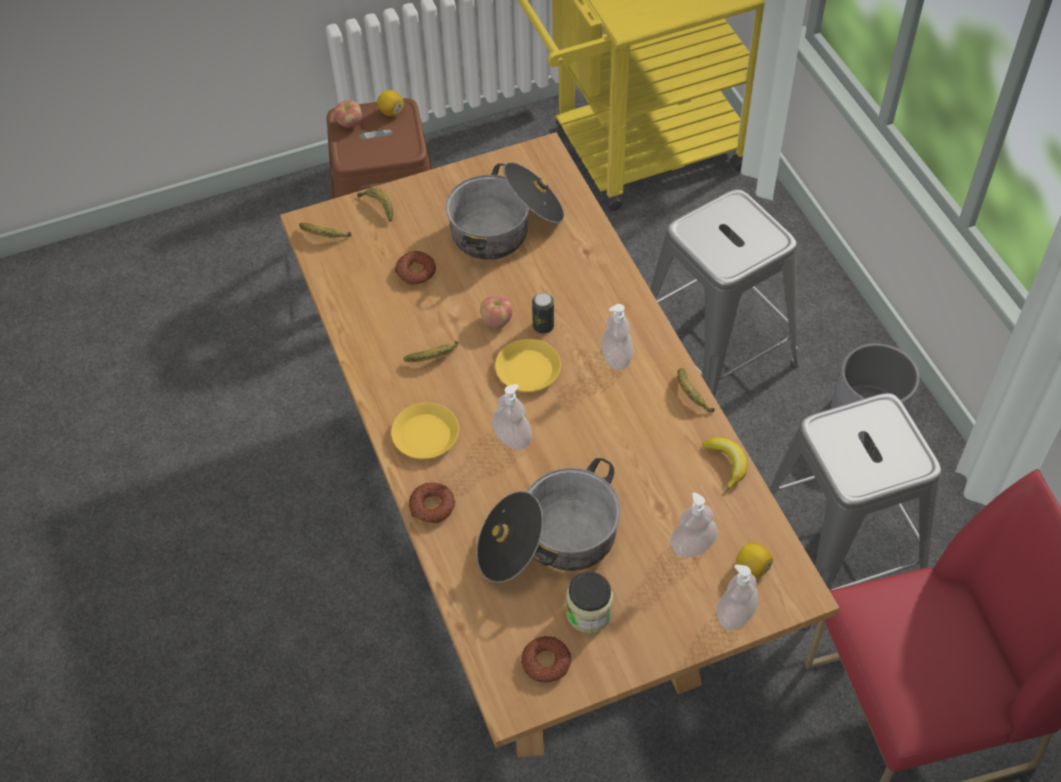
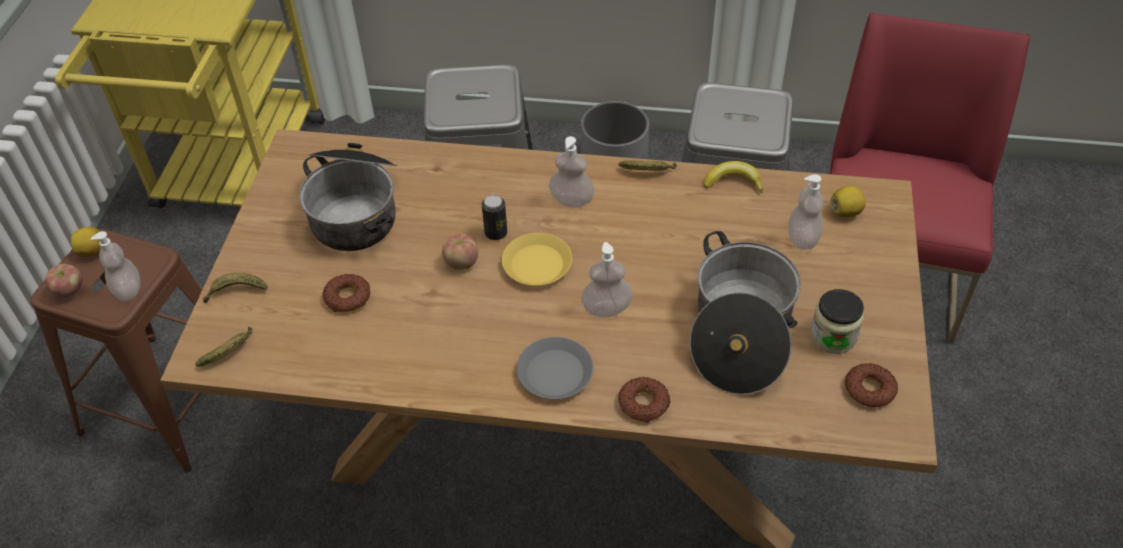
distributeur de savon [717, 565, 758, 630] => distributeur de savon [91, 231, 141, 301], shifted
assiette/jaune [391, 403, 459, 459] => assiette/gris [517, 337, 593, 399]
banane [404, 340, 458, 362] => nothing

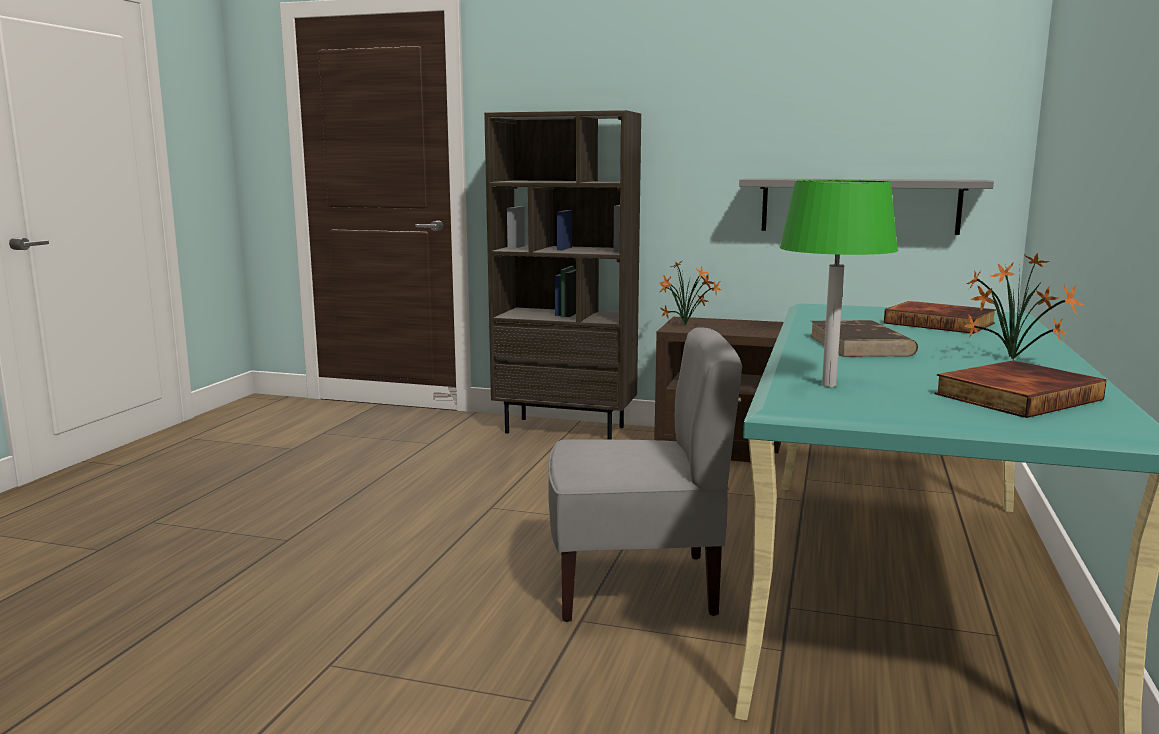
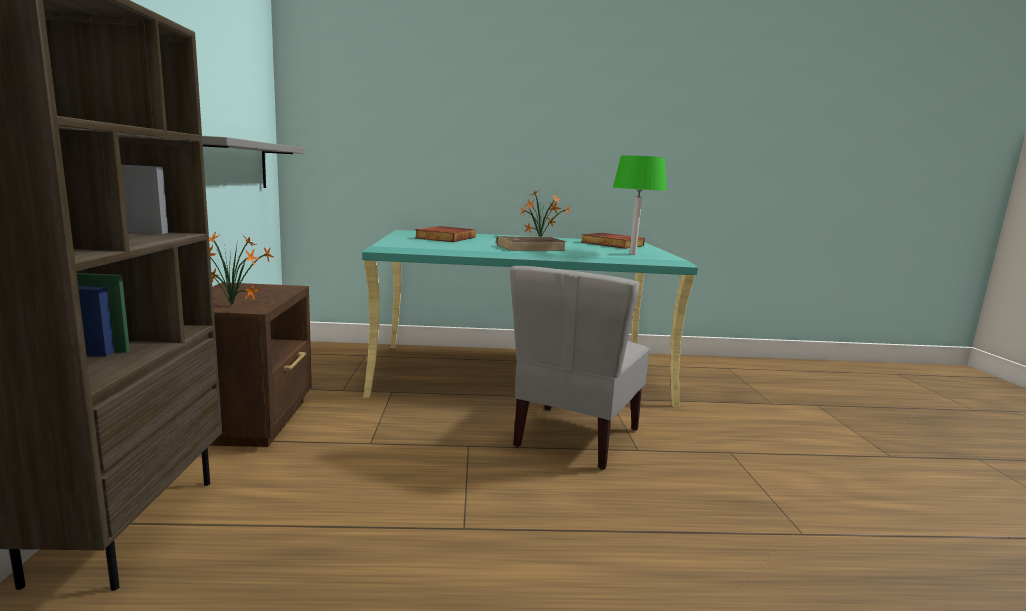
chaise/gris [548, 327, 742, 622] => chaise/gris [510, 266, 650, 470], 135 degrees counterclockwise

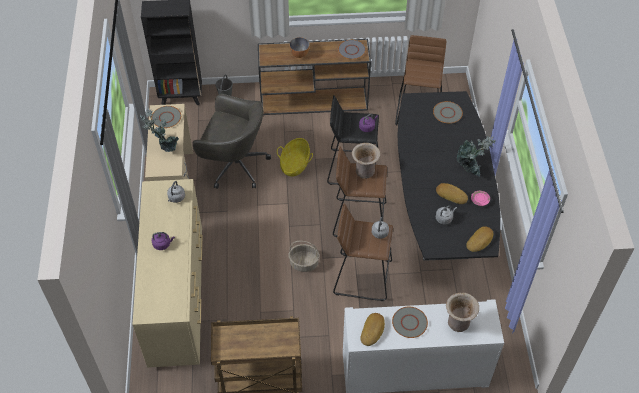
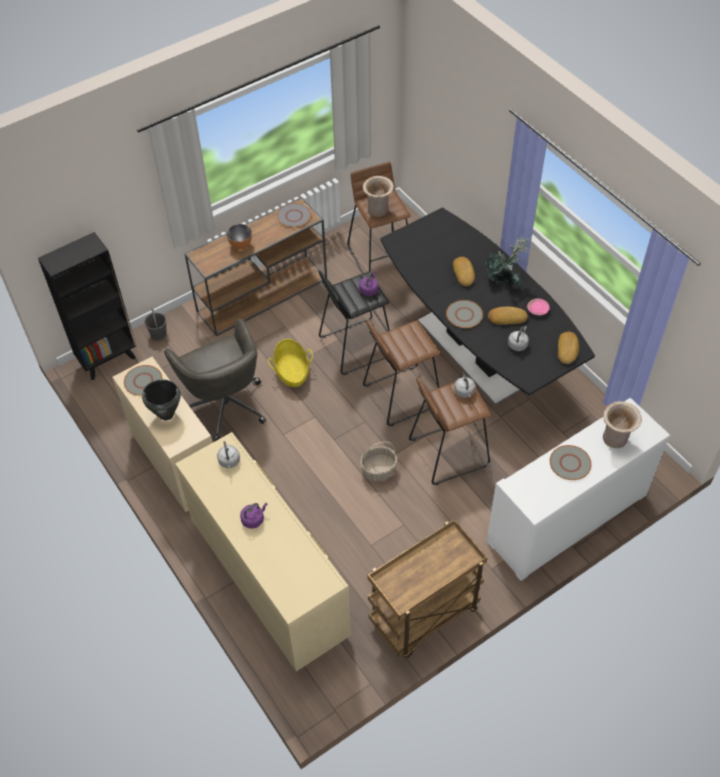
plante en pot [140, 108, 179, 152] => marmite/noir [142, 380, 181, 420]
chaise de bureau/gris [193, 94, 271, 189] => chaise de bureau/gris [164, 319, 266, 441], 75 degrees clockwise
vase/beige [352, 143, 380, 179] => vase/beige [363, 176, 394, 217], shifted
assiette/gris [433, 101, 463, 123] => assiette/gris [446, 300, 483, 328], shifted
pain [360, 313, 385, 346] => pain [453, 257, 475, 286], shifted

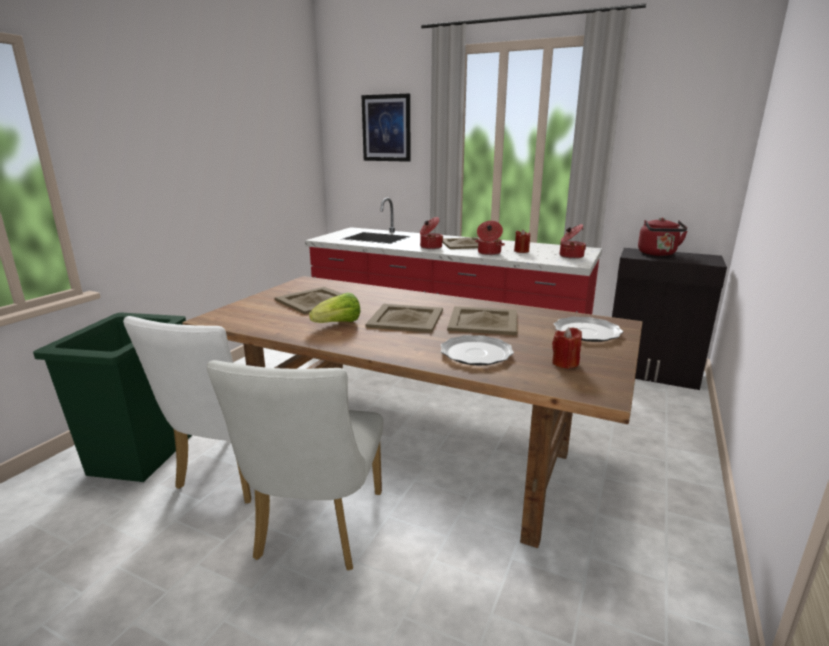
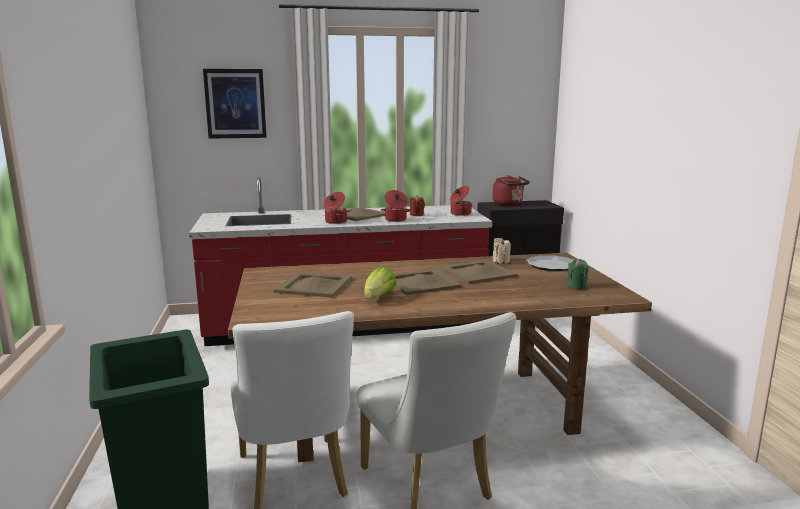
nothing => bougie/beige [493, 238, 511, 264]
bougie/rouge [552, 327, 582, 369] => bougie/vert [567, 259, 589, 289]
assiette [441, 335, 514, 366] => nothing

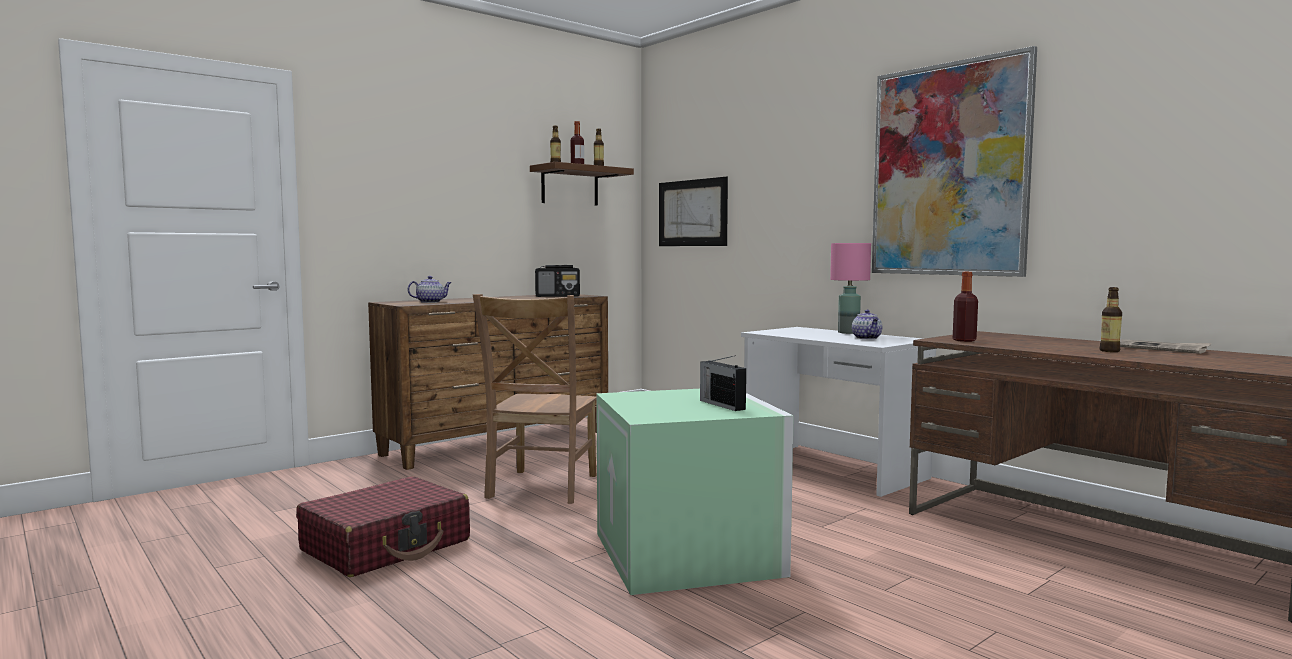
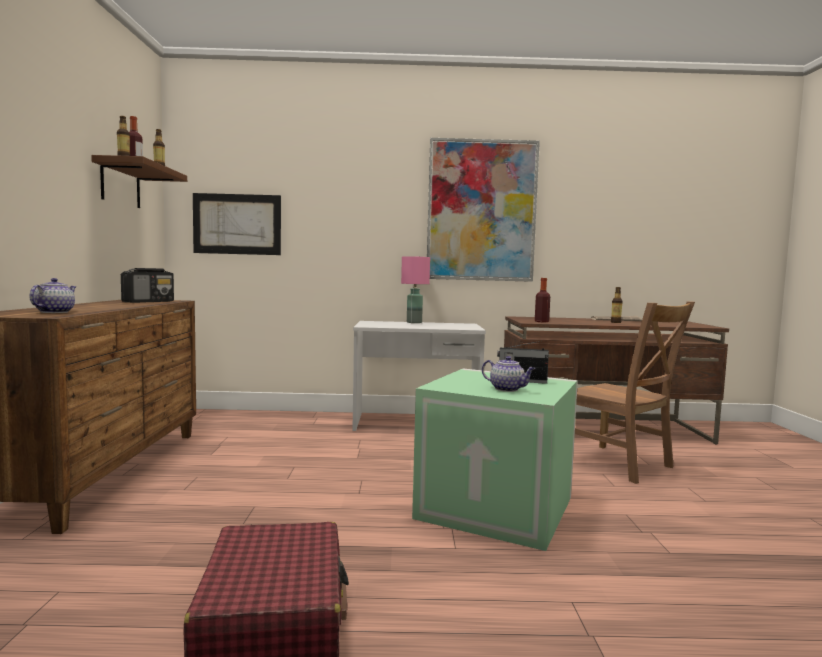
théière [852, 310, 882, 339] => théière [482, 356, 535, 392], shifted
chaise/marron [473, 294, 596, 504] => chaise/marron [575, 301, 695, 484], shifted

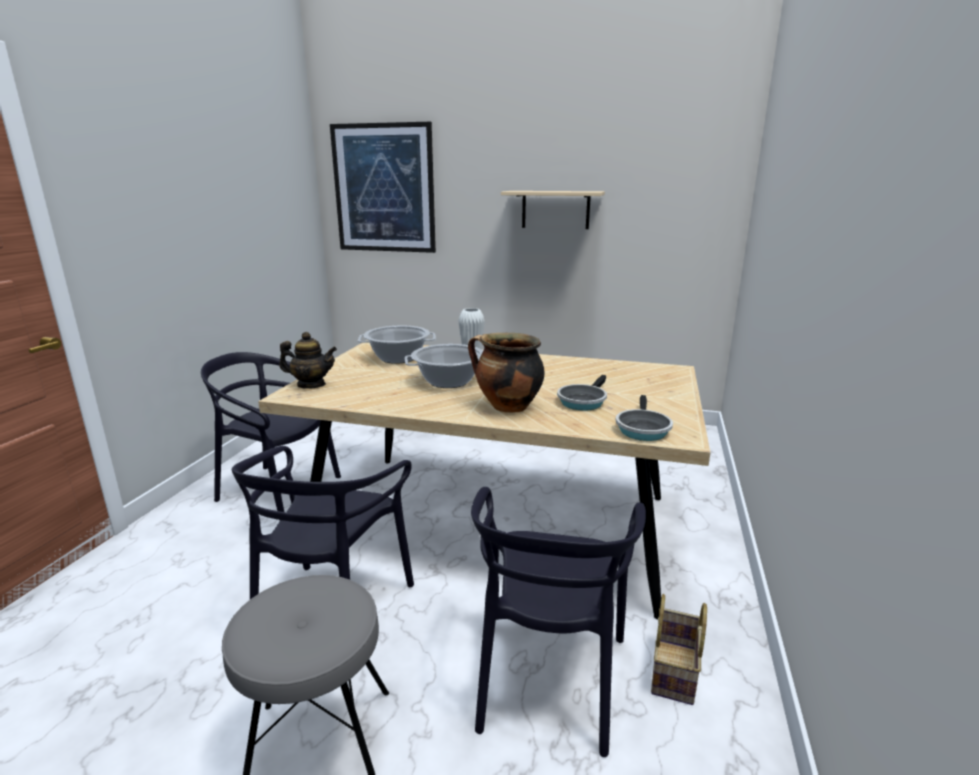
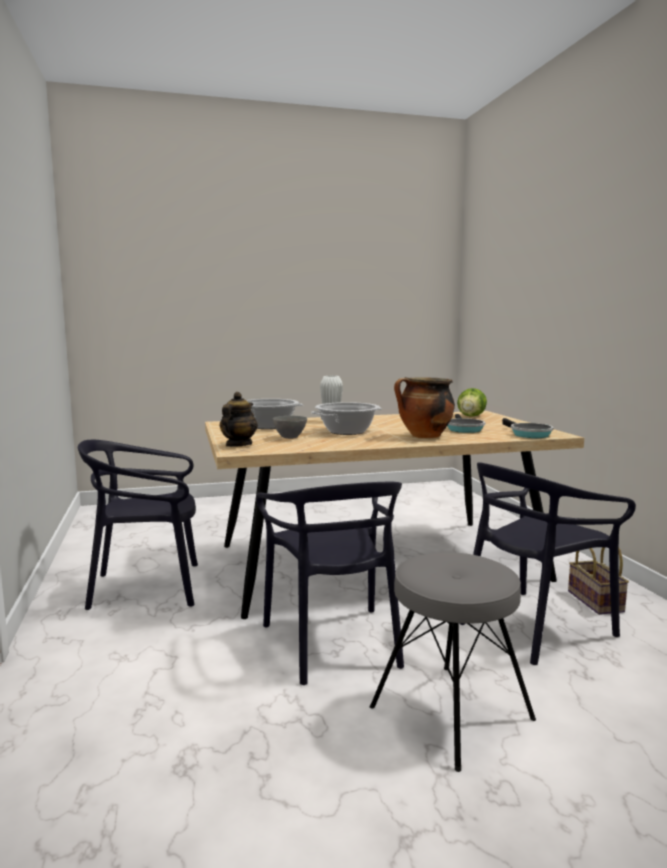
théière [279, 332, 337, 389] => théière [220, 392, 258, 447], 45 degrees counterclockwise
nothing => bol/gris [272, 416, 307, 439]
nothing => laitue [457, 388, 487, 417]
chaise/noir [471, 487, 646, 757] => chaise/noir [459, 462, 636, 665], 75 degrees clockwise
tableau [330, 122, 436, 253] => nothing
étagère/beige [501, 191, 605, 229] => nothing

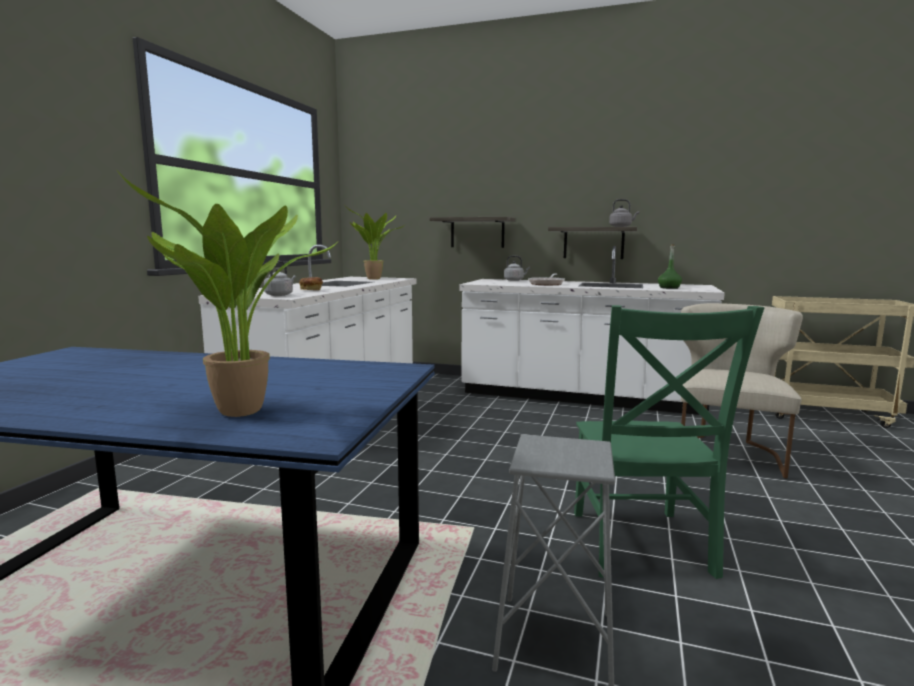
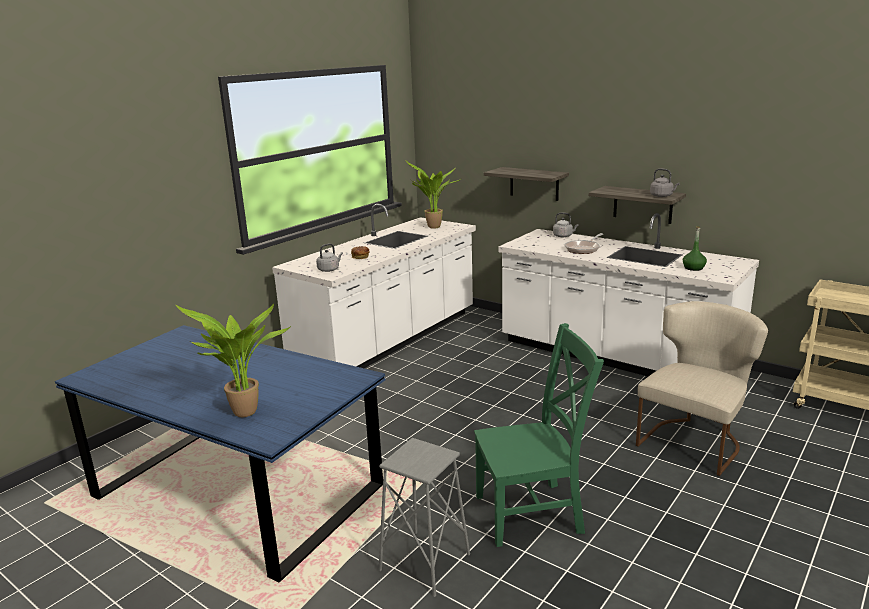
chaise/vert [574, 305, 765, 579] => chaise/vert [474, 323, 604, 547], 120 degrees counterclockwise

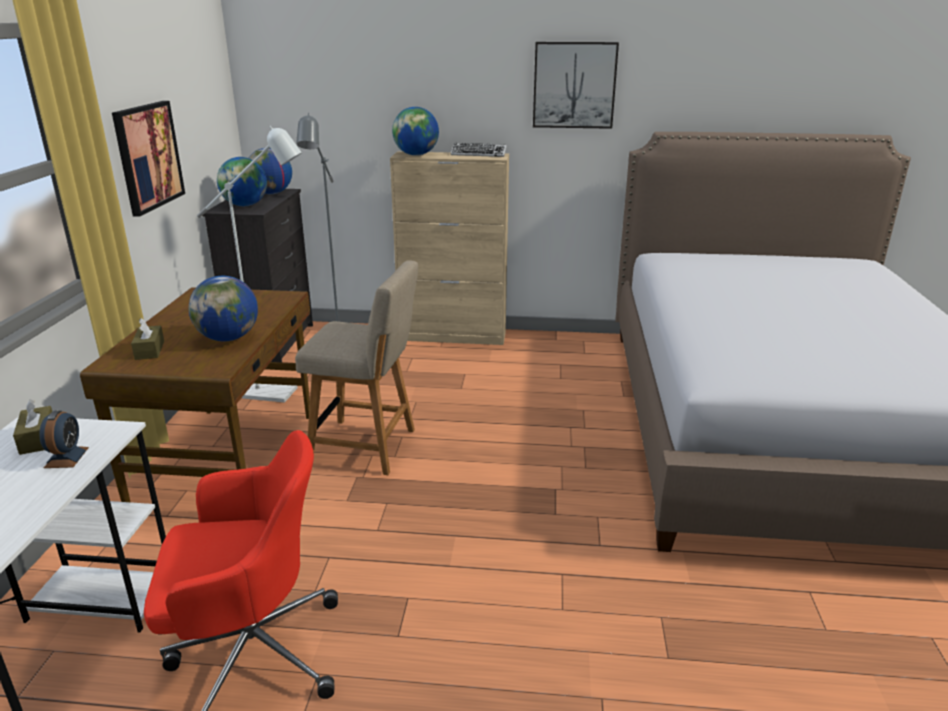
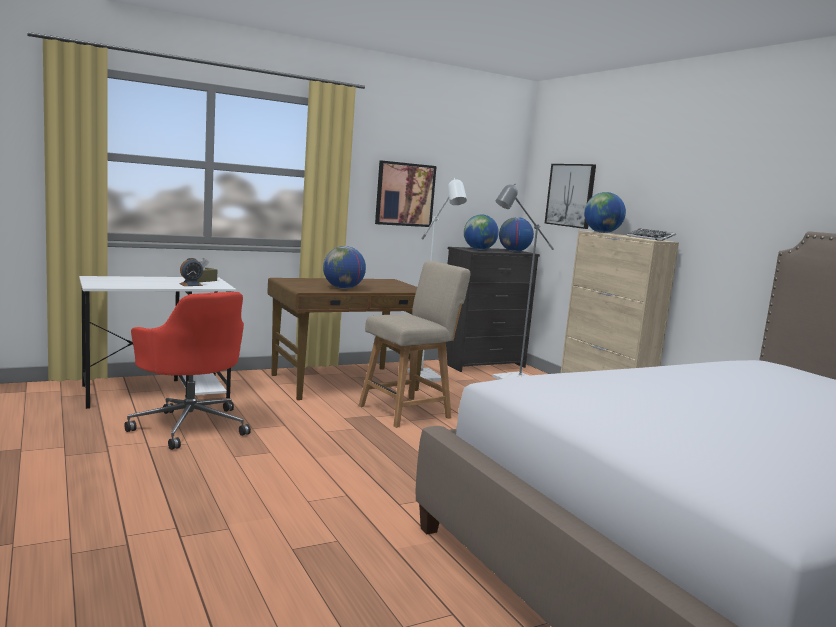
chaise/beige [295, 260, 418, 475] => chaise/beige [359, 261, 470, 428], 105 degrees counterclockwise
tableau [533, 42, 619, 129] => tableau [545, 164, 596, 229], shifted
boîte à mouchoirs/marron [131, 318, 164, 360] => nothing

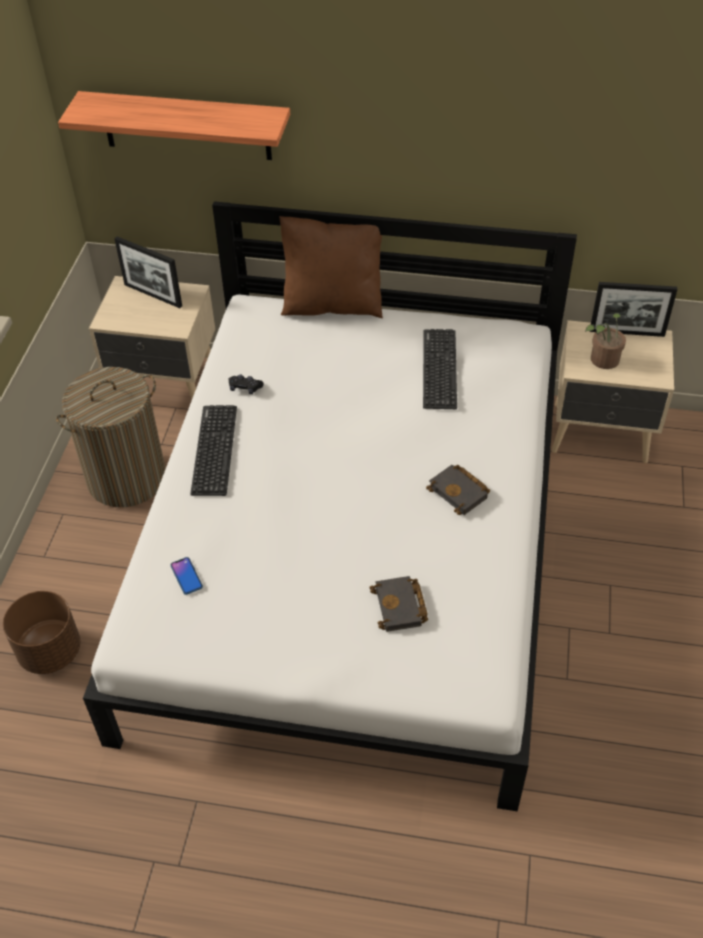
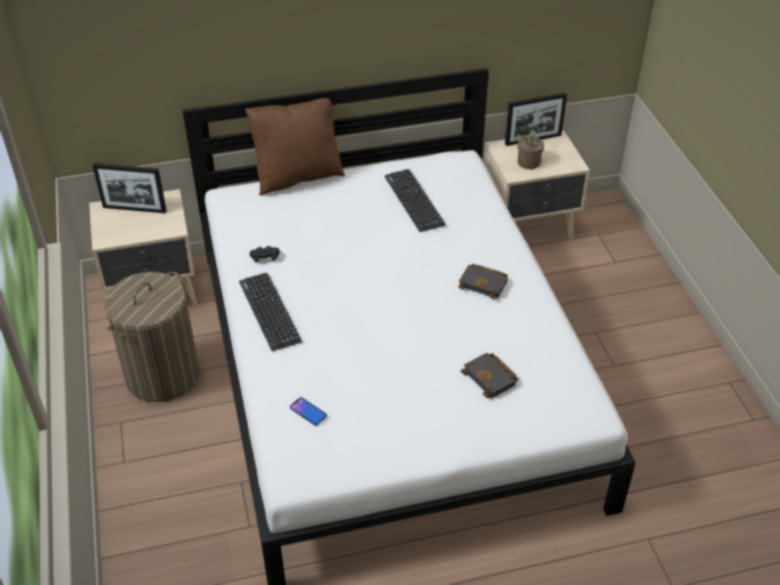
cache-pot/marron [3, 591, 80, 674] => nothing
étagère [58, 91, 290, 160] => nothing

